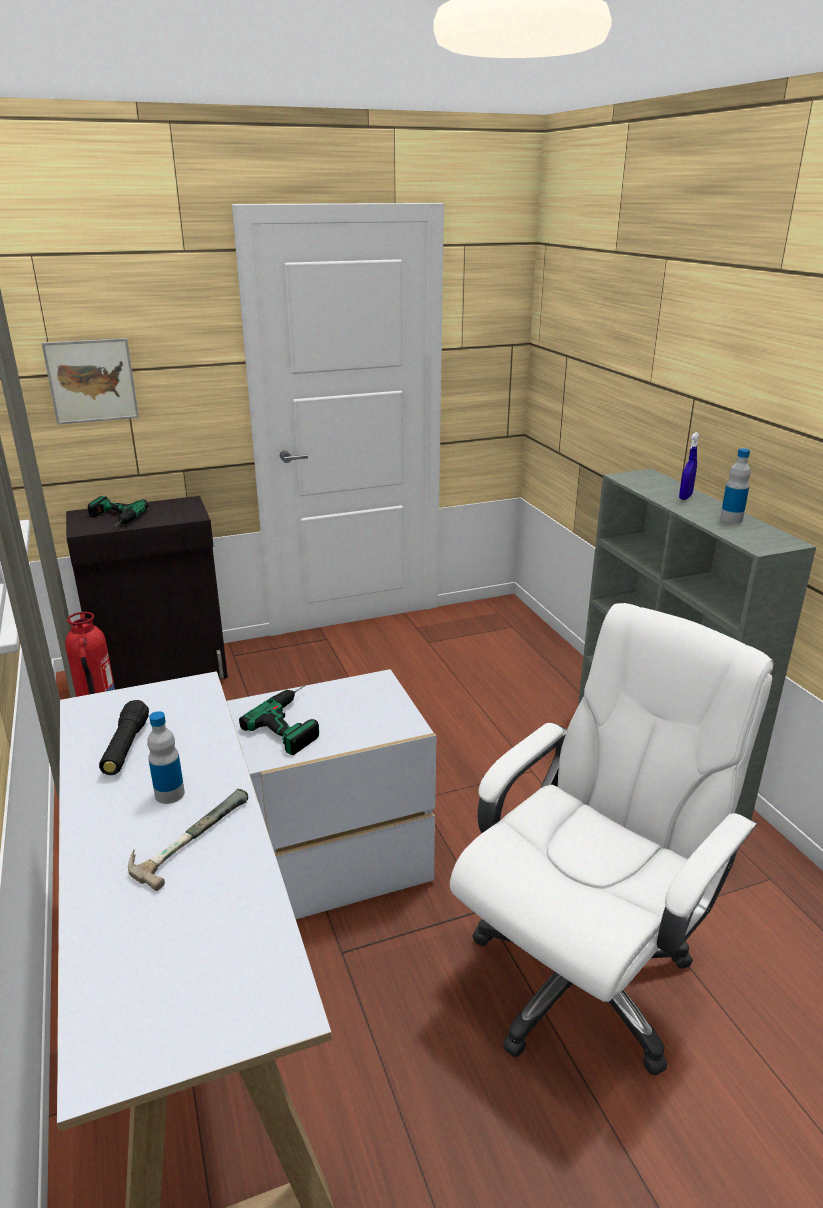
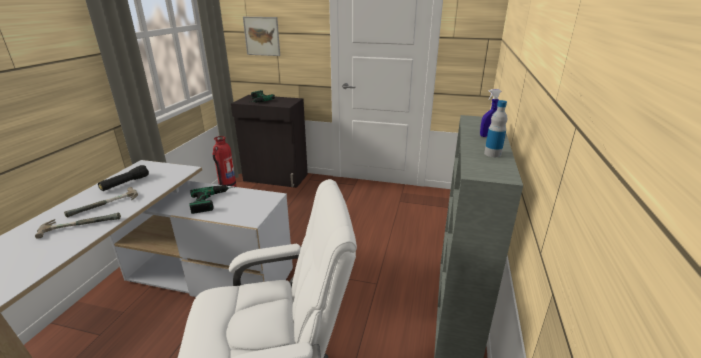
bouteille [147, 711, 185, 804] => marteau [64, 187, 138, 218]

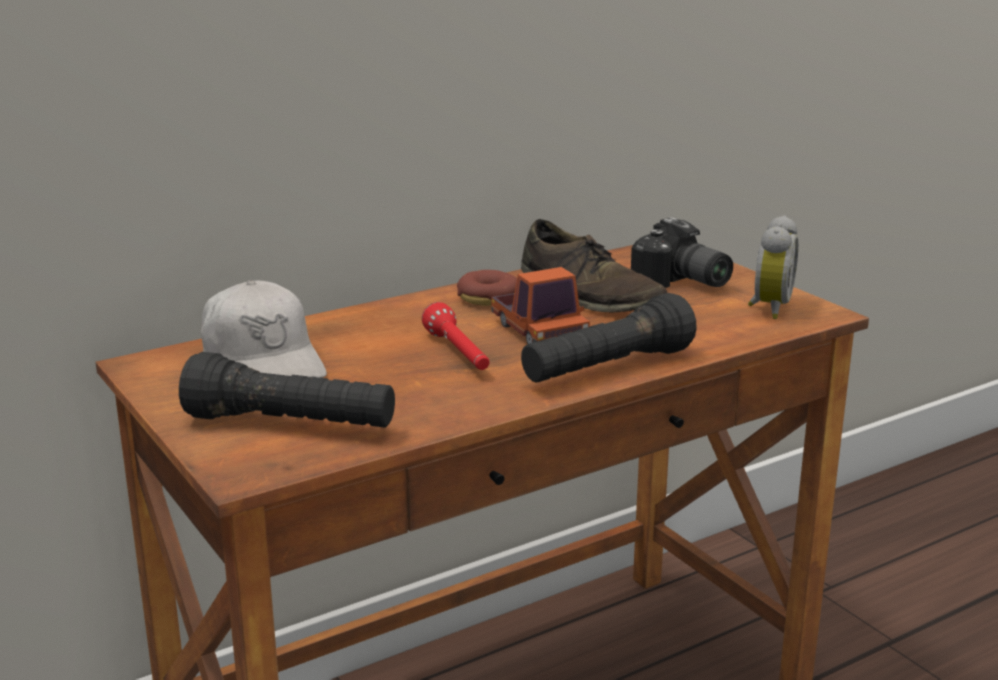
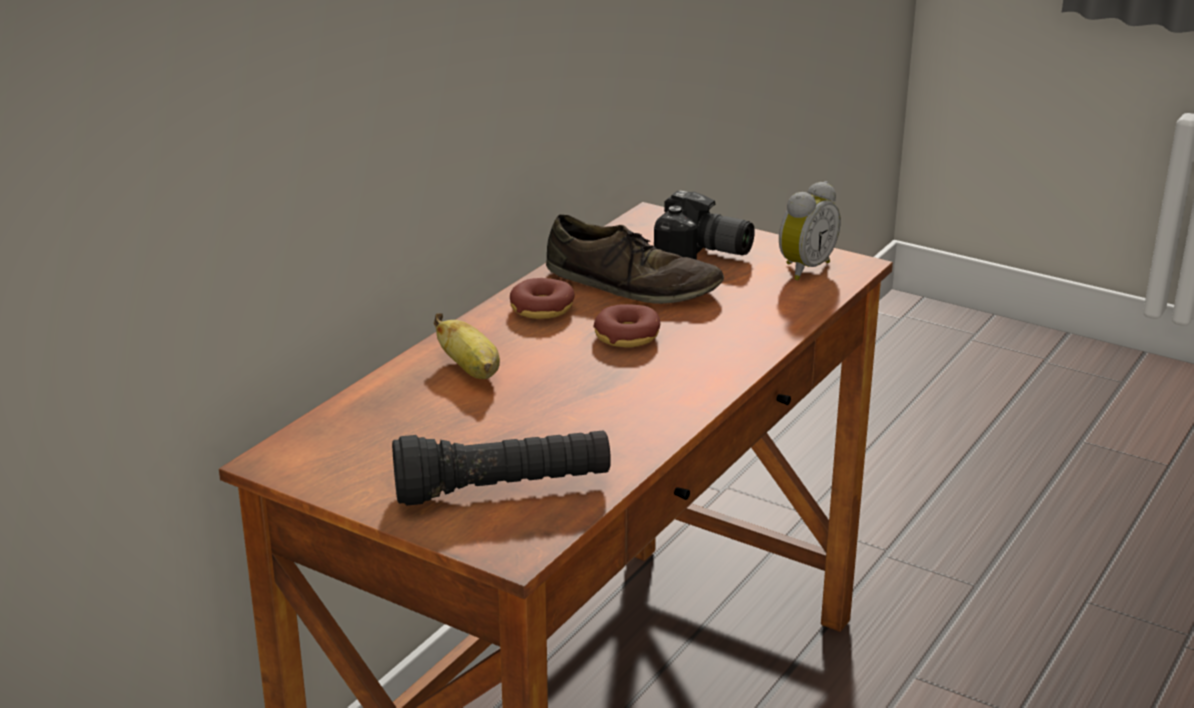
nothing => banane [434, 313, 500, 379]
camion jouet [492, 267, 590, 344] => beignet [593, 304, 660, 347]
réveil [748, 215, 798, 319] => réveil [779, 181, 840, 280], 45 degrees clockwise
casquette/blanc [201, 280, 327, 378] => nothing
lampe de poche/rouge [422, 302, 489, 370] => nothing
lampe de poche/noir [521, 293, 697, 383] => nothing

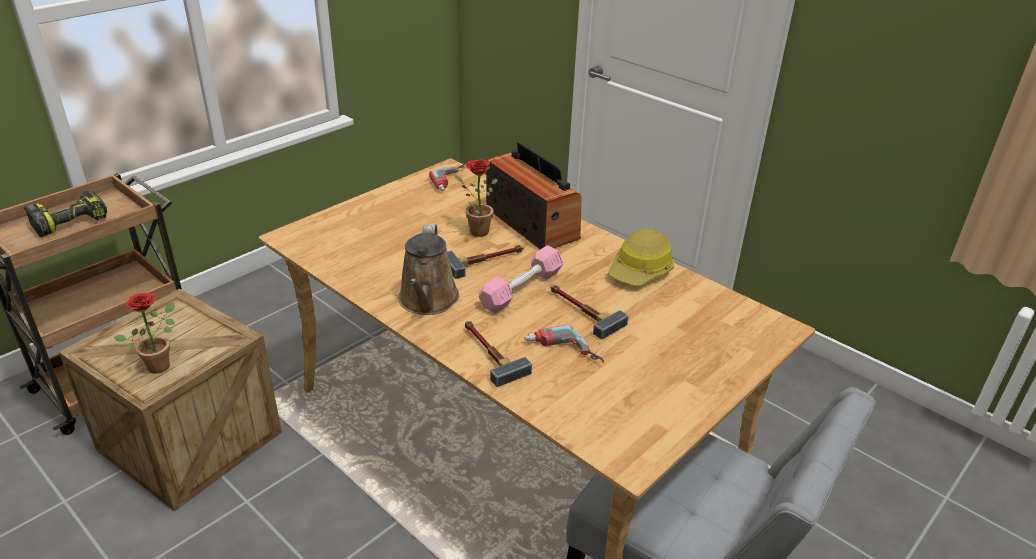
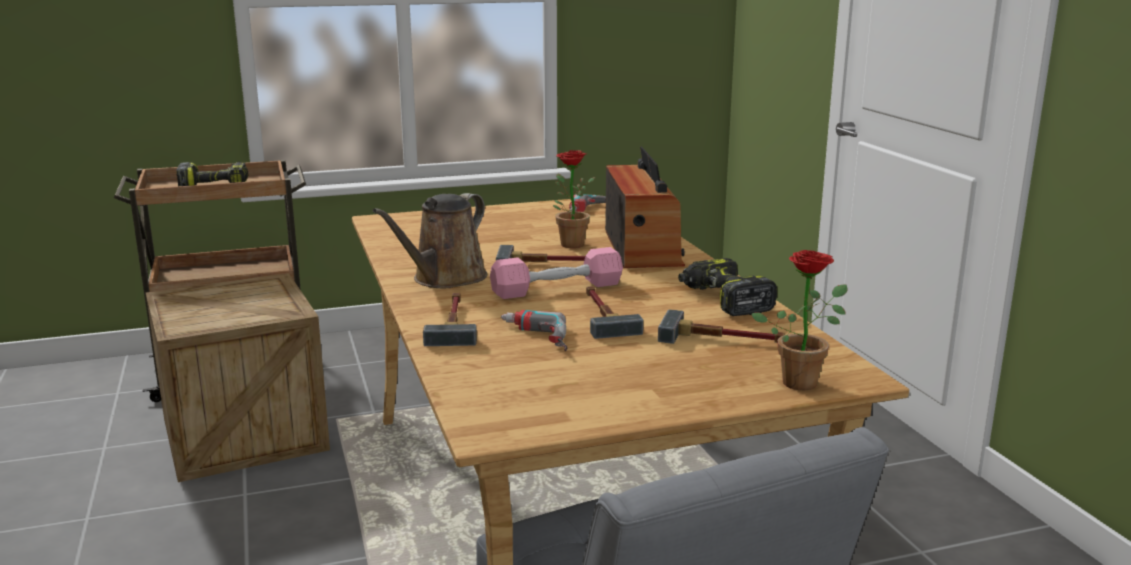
nothing => marteau [658, 309, 785, 344]
casque de chantier [608, 228, 674, 286] => perceuse [678, 258, 777, 316]
plante en pot [114, 293, 175, 374] => plante en pot [751, 250, 848, 390], shifted

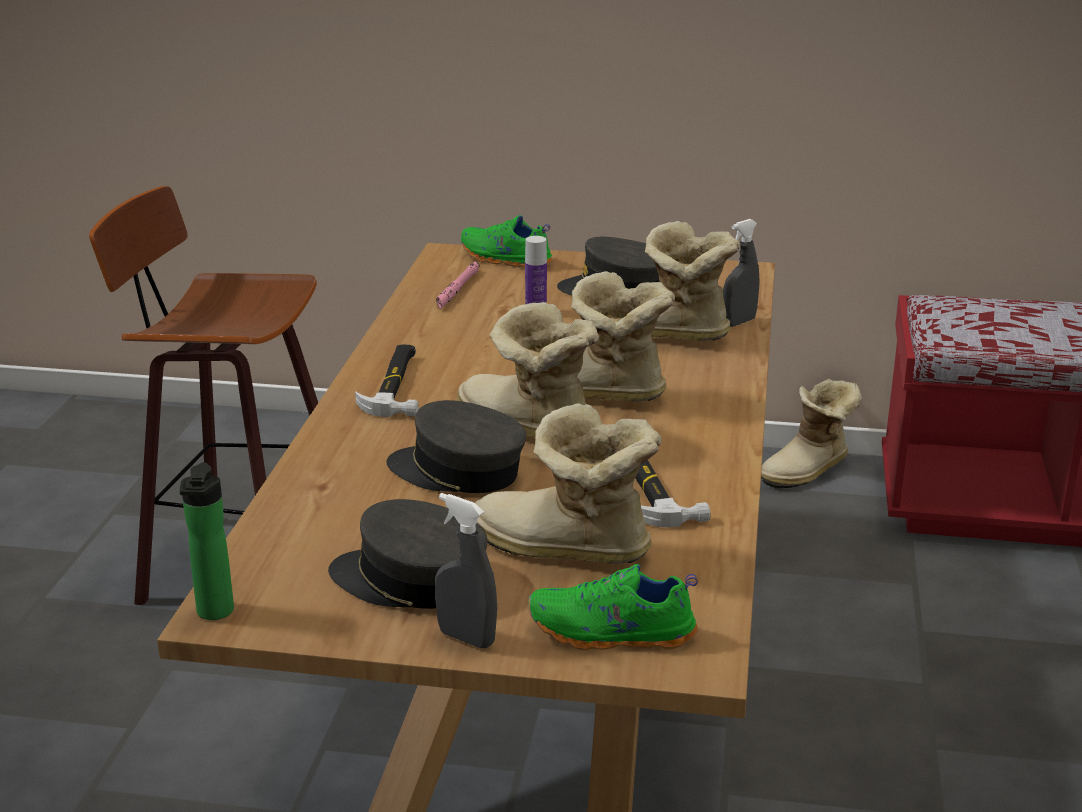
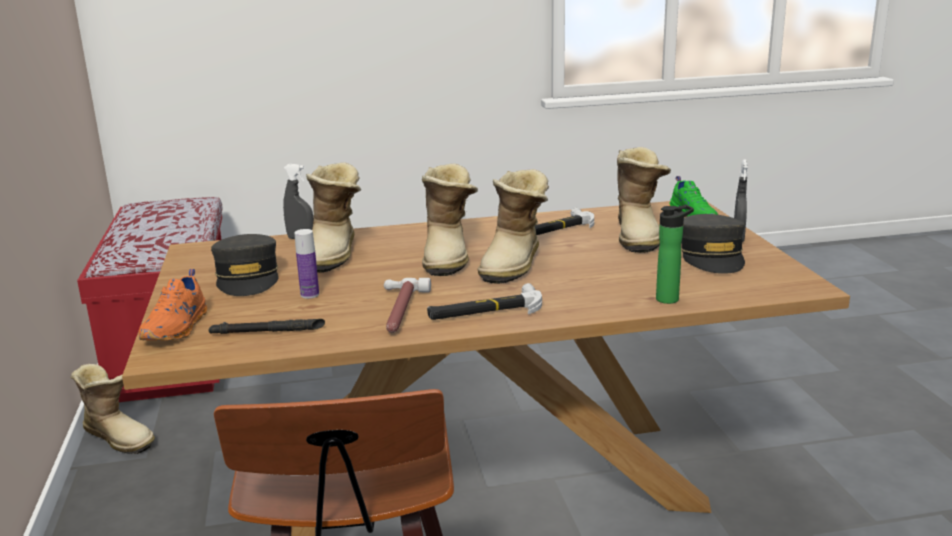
chaussure/vert [461, 215, 553, 267] => chaussure/orange [139, 269, 207, 341]
lampe de poche/rose [436, 262, 480, 309] => lampe de poche/noir [208, 319, 325, 334]
nothing => marteau [384, 278, 431, 333]
bouteille [179, 462, 234, 620] => bouteille [656, 205, 694, 304], shifted
casquette/gris [386, 400, 527, 493] => nothing

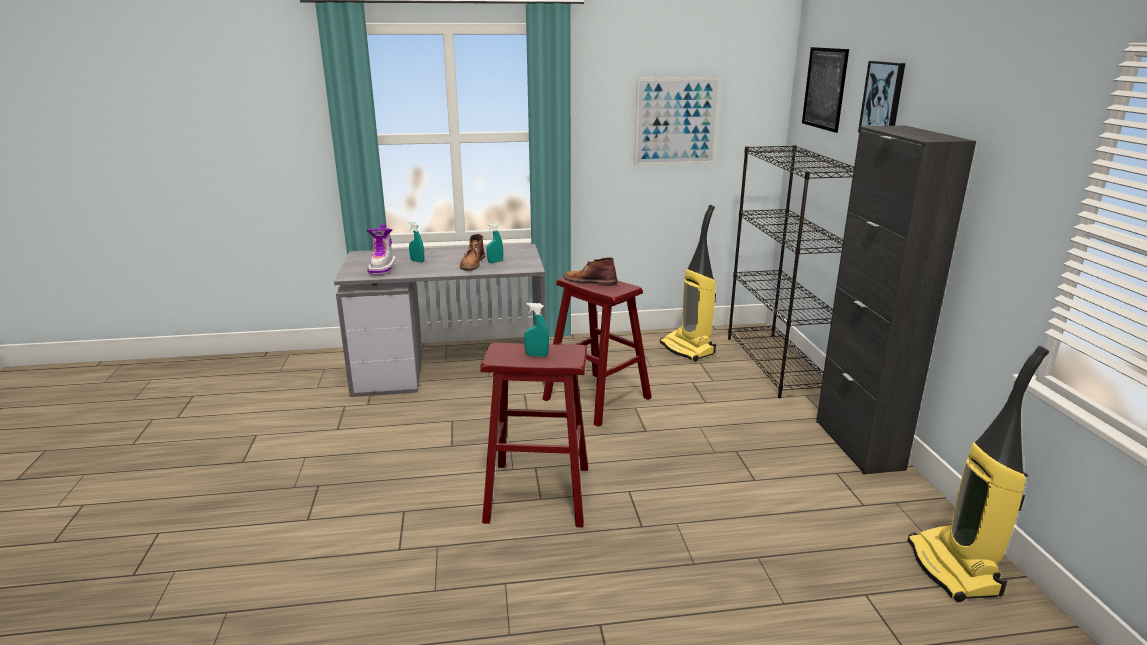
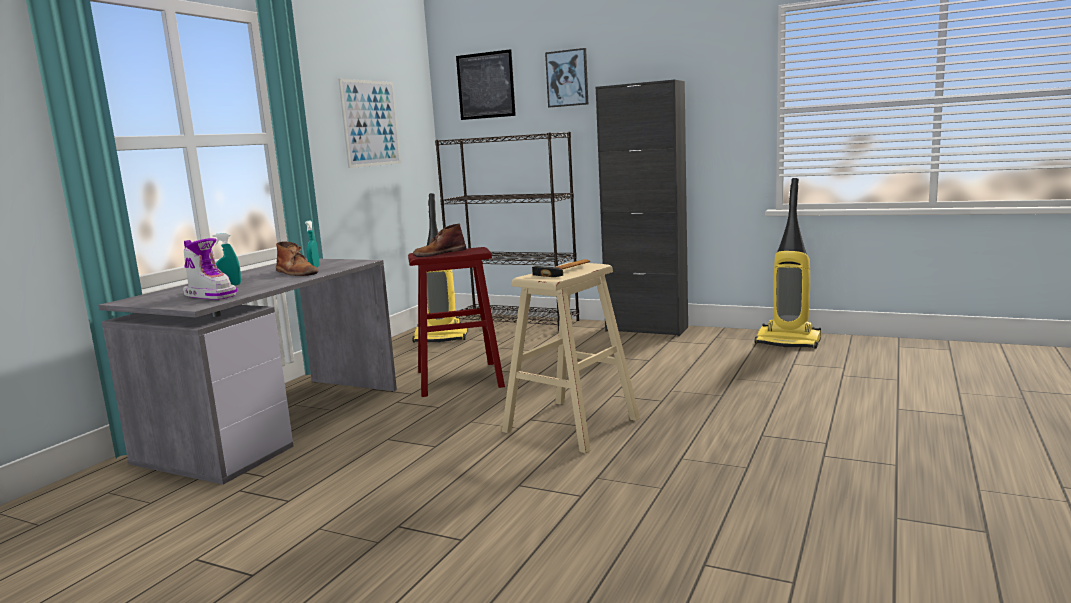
tabouret/rouge [480, 342, 588, 528] => tabouret/beige [502, 262, 640, 453]
vaporisateur/turquoise [524, 303, 549, 357] => marteau [532, 259, 590, 277]

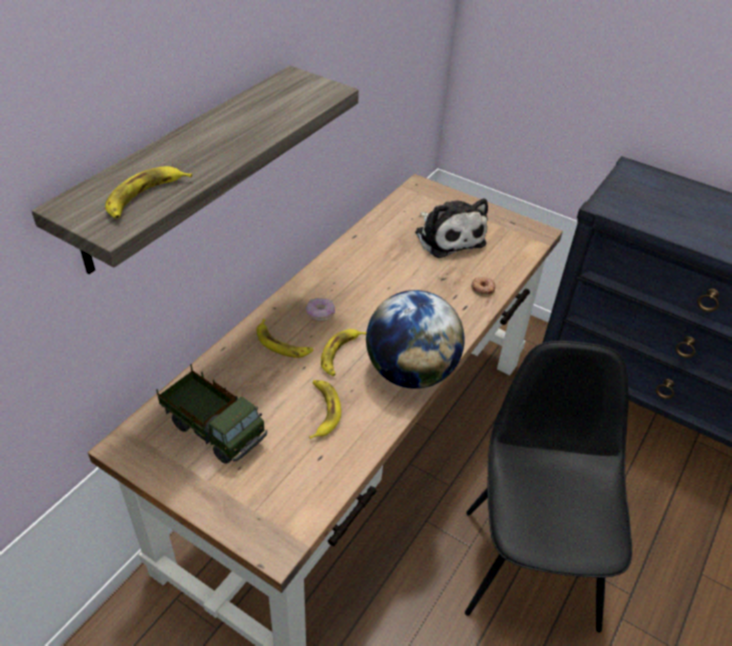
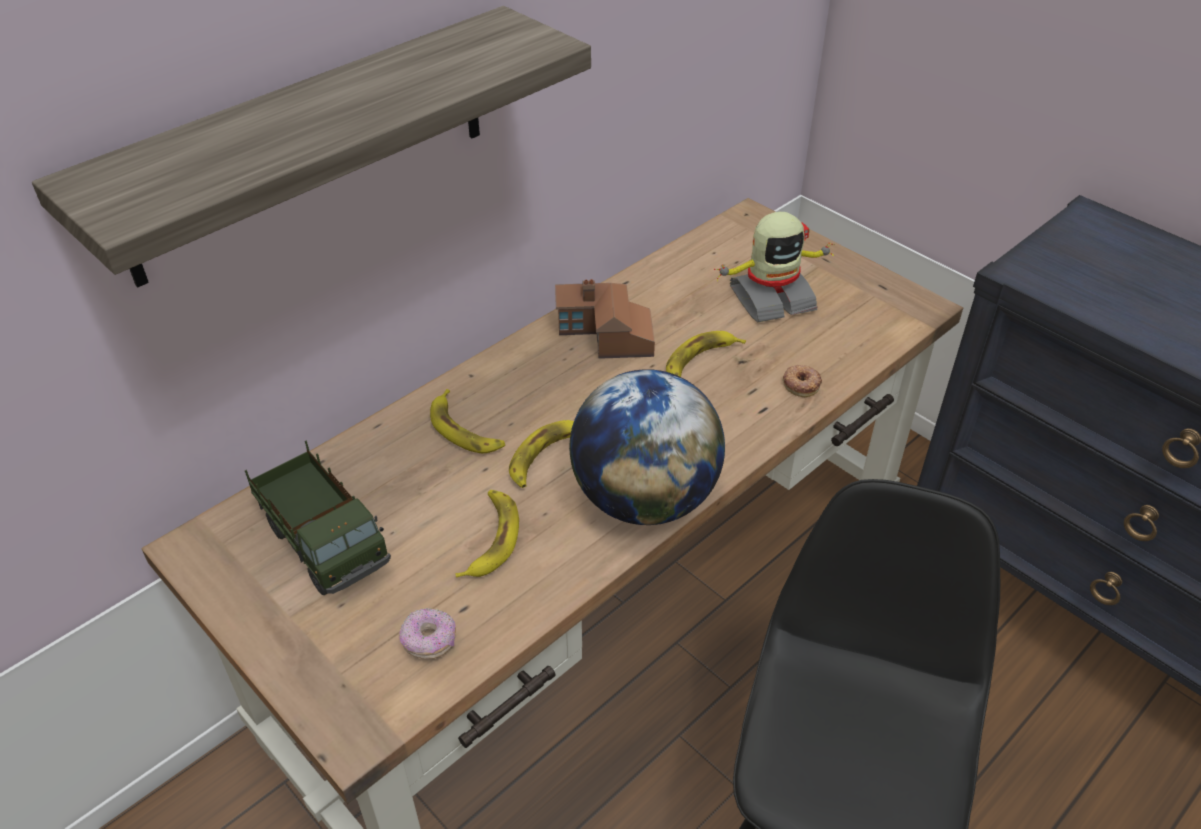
beignet [306, 298, 335, 321] => beignet [399, 608, 456, 659], shifted
nothing => maison miniature [555, 279, 655, 359]
banane [105, 166, 192, 219] => banane [666, 331, 746, 377], shifted
peluche [415, 198, 488, 258] => robot jouet [714, 212, 834, 323]

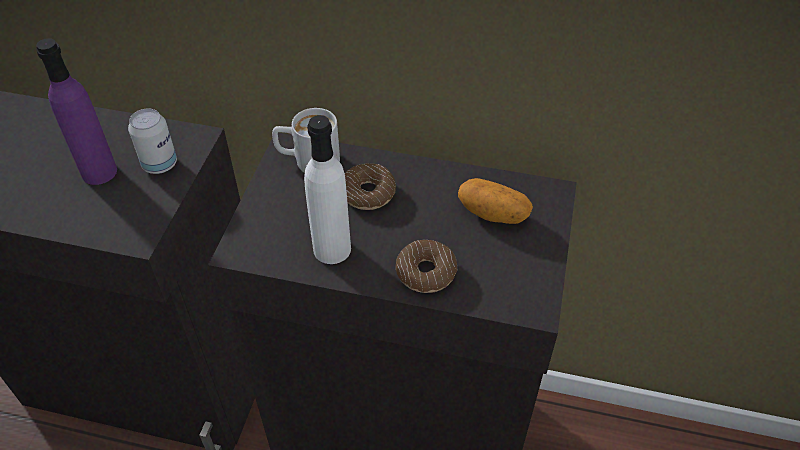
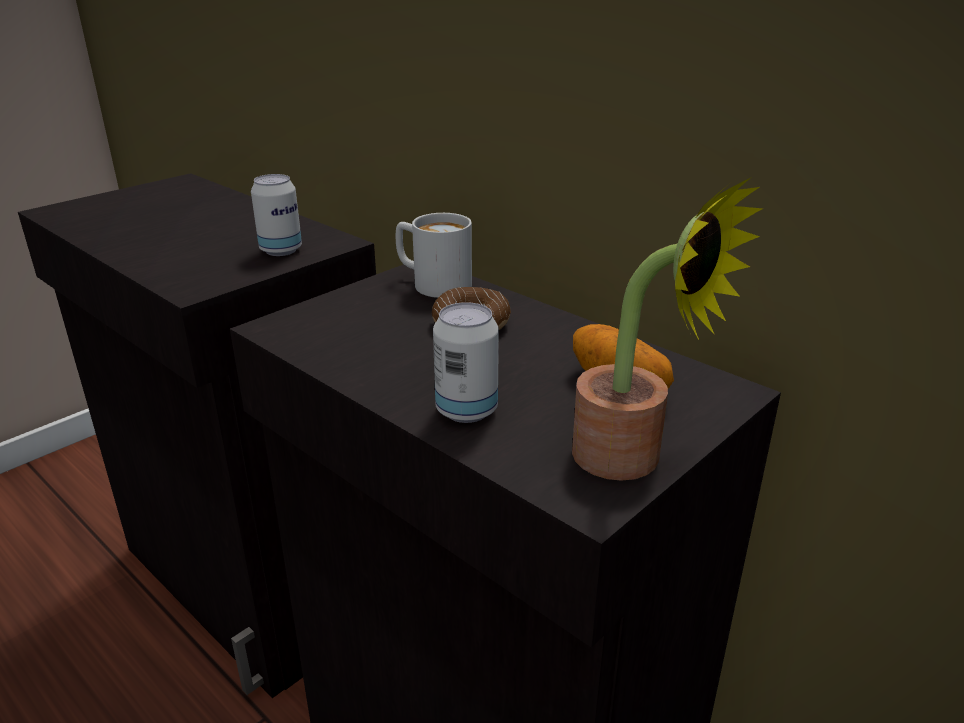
beignet [396, 240, 457, 293] => boîte métallique [433, 302, 499, 423]
nothing => plante en pot [572, 178, 764, 481]
bouteille/violet [36, 38, 117, 185] => nothing
bouteille/blanc [304, 115, 351, 264] => nothing

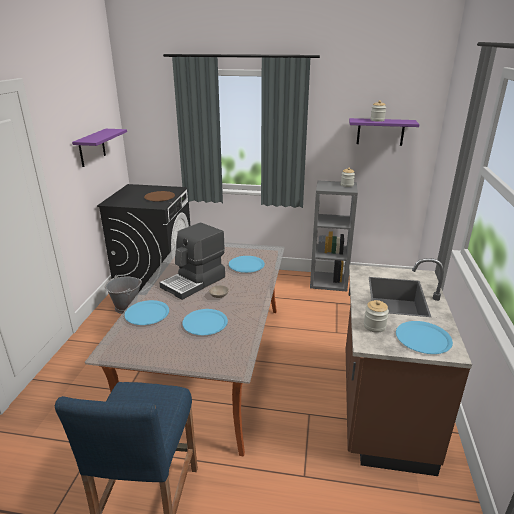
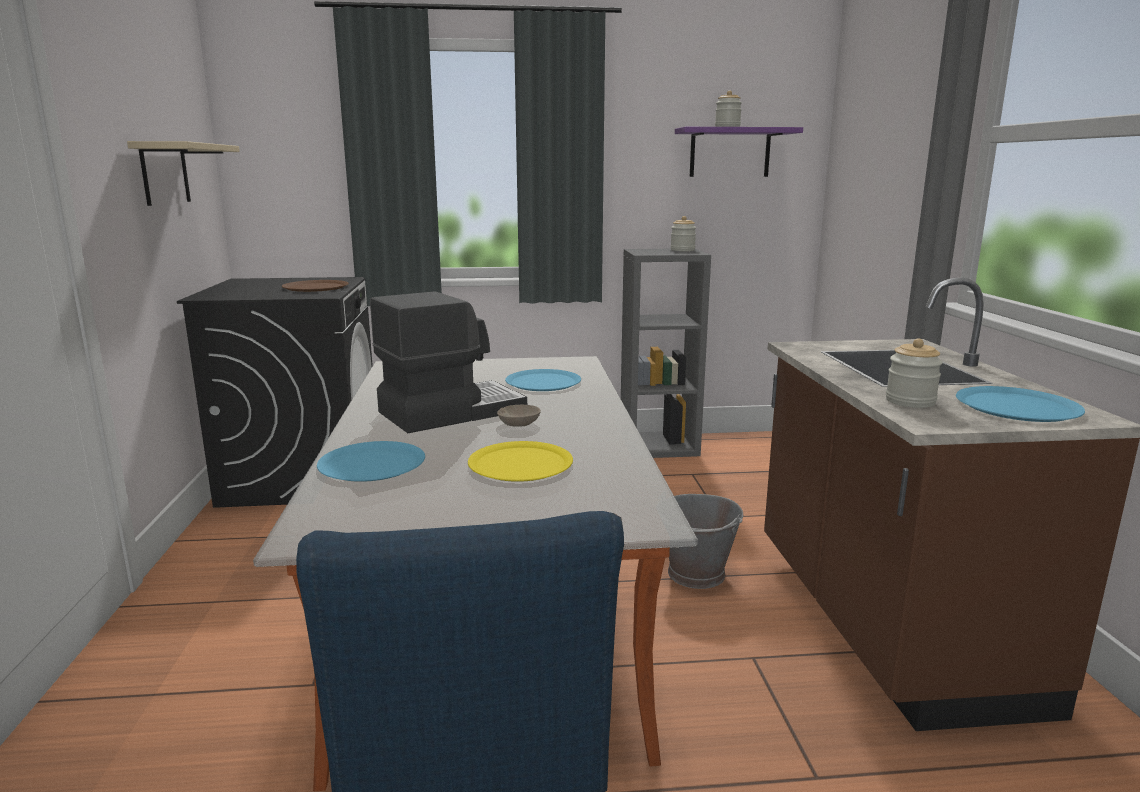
étagère/violet [72, 129, 127, 167] => étagère/beige [127, 141, 240, 206]
machine à café [159, 222, 225, 300] => machine à café [370, 291, 527, 433], 150 degrees counterclockwise
assiette/bleu [182, 309, 228, 335] => assiette/jaune [468, 441, 573, 482]
seau/gris [105, 275, 142, 314] => seau/gris [668, 494, 743, 589], shifted

